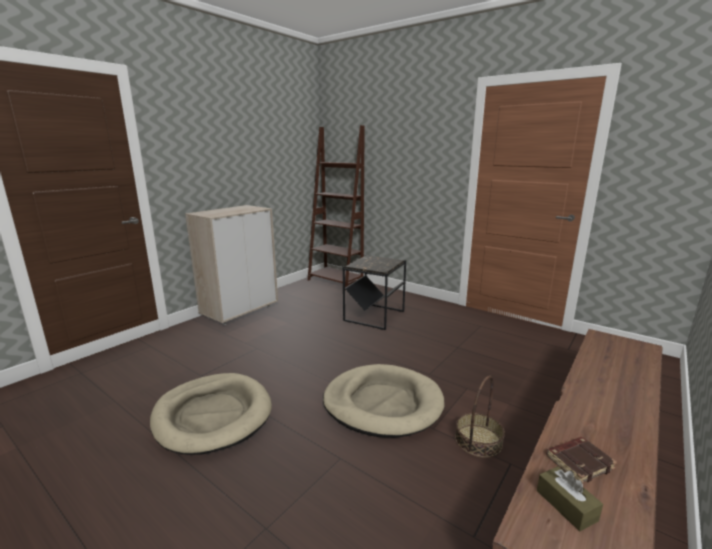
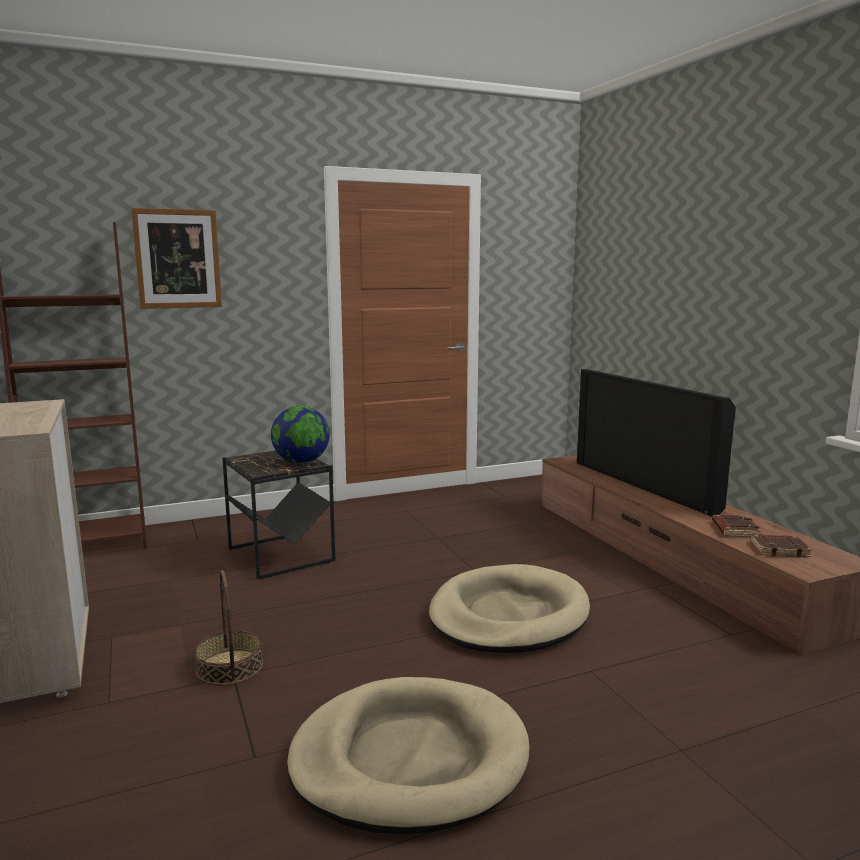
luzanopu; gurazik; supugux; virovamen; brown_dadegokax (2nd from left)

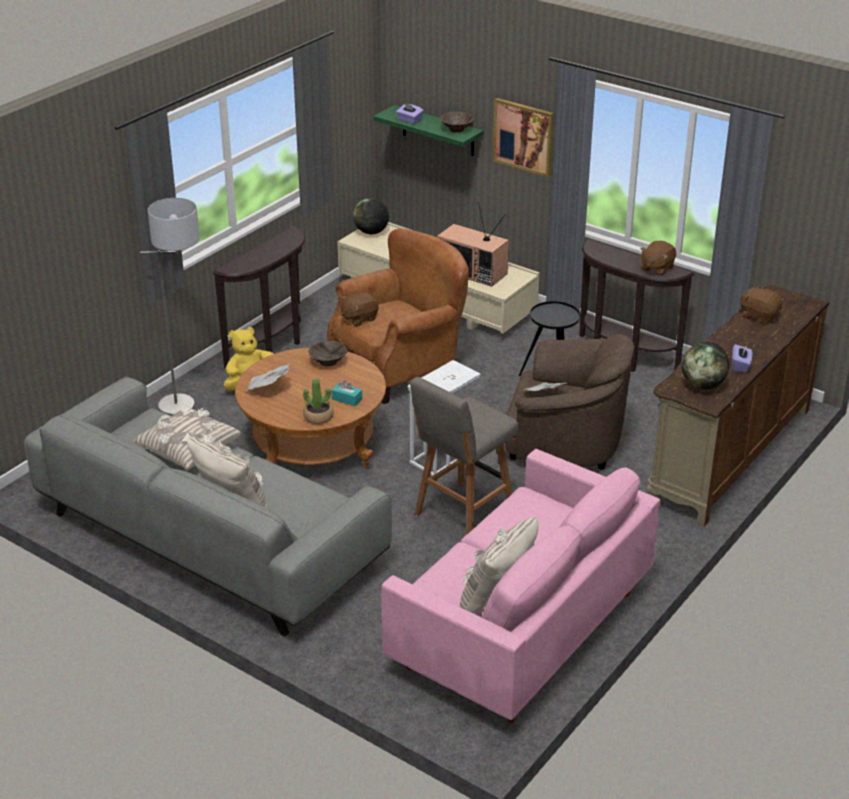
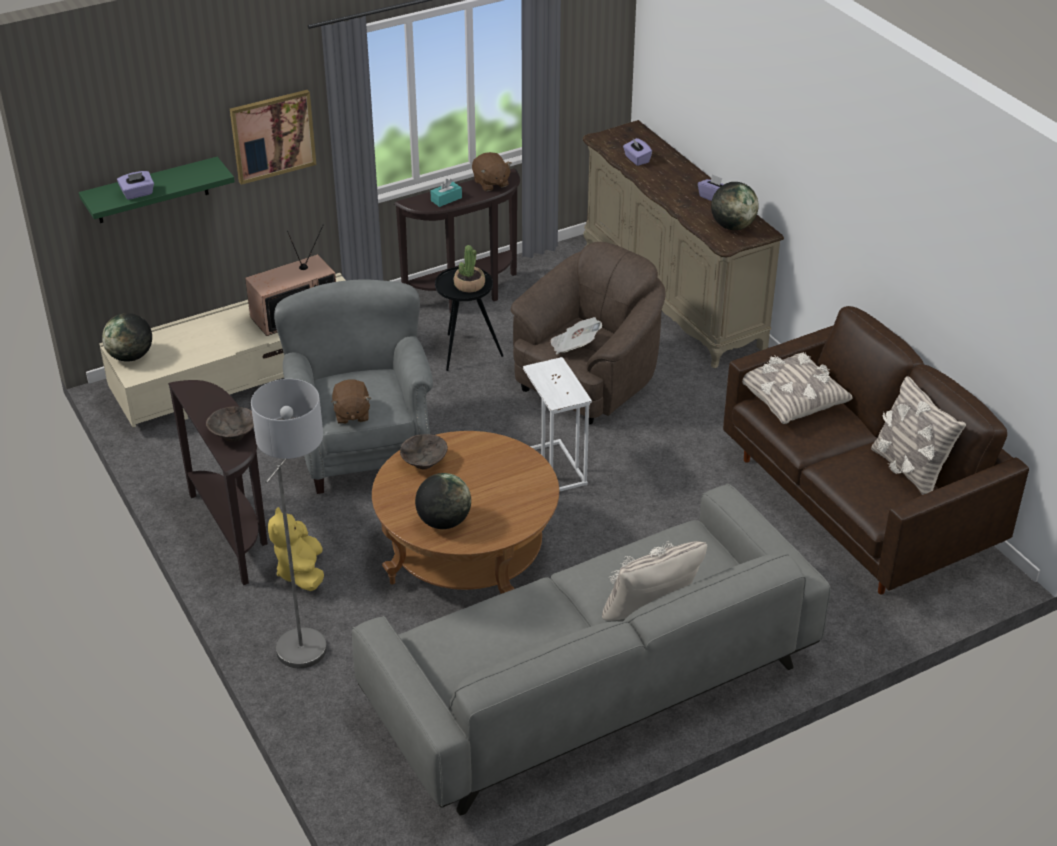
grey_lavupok; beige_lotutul (2nd from left); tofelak; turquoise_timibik; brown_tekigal (1st from left); gurazik (2nd from left); purple_timibik (2nd from left); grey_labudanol; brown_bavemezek

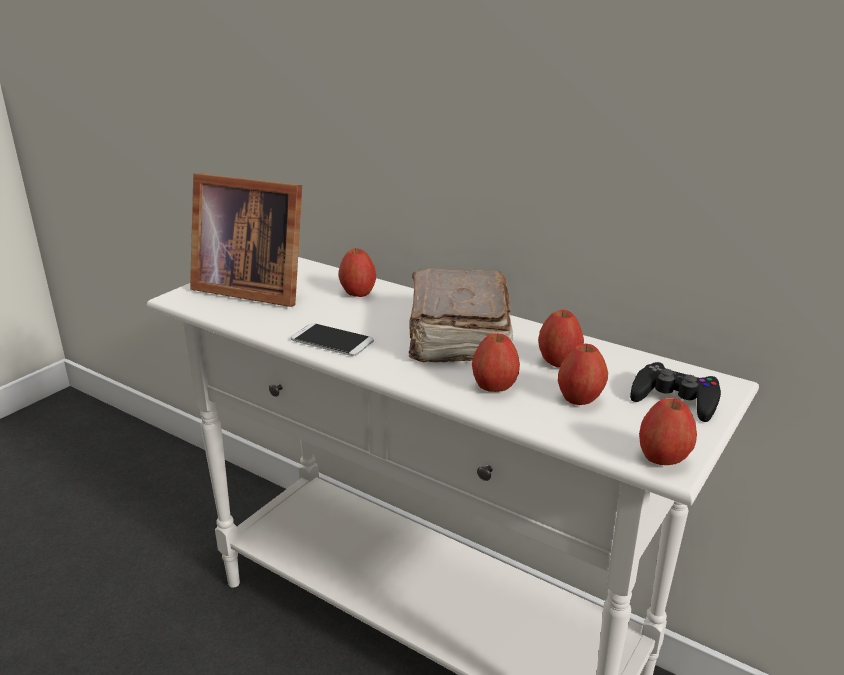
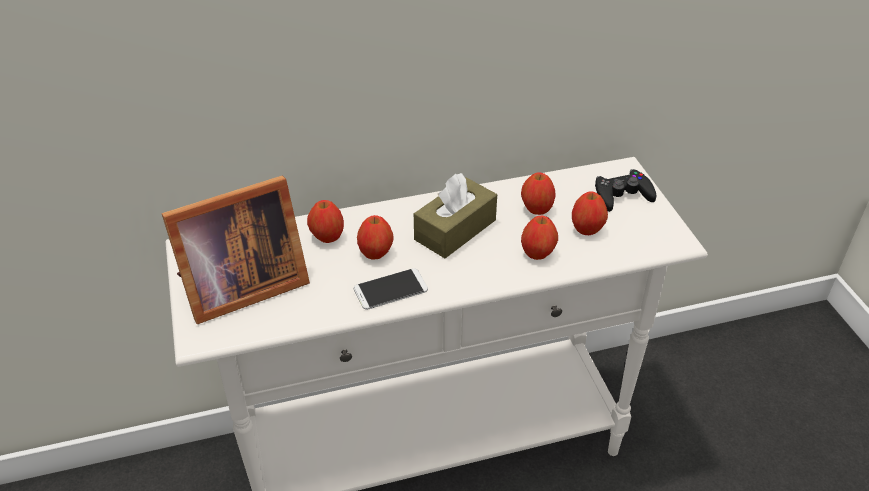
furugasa (2nd from left); brown_timibik

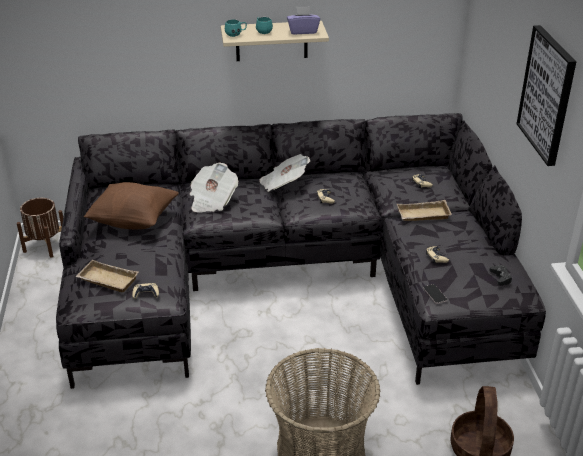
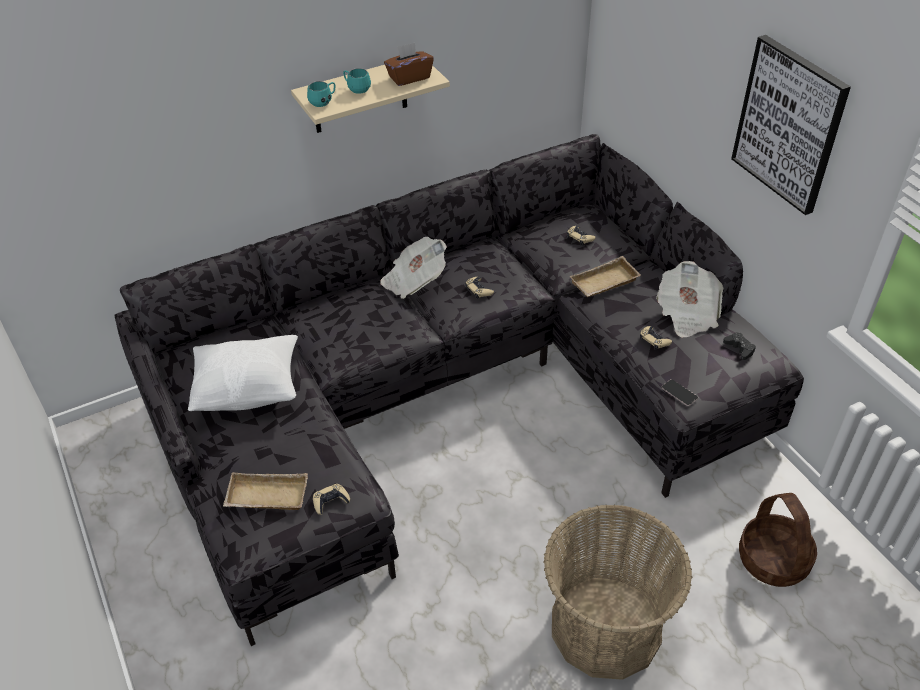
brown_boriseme; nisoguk (2nd from left); white_lotutul; brown_timibik

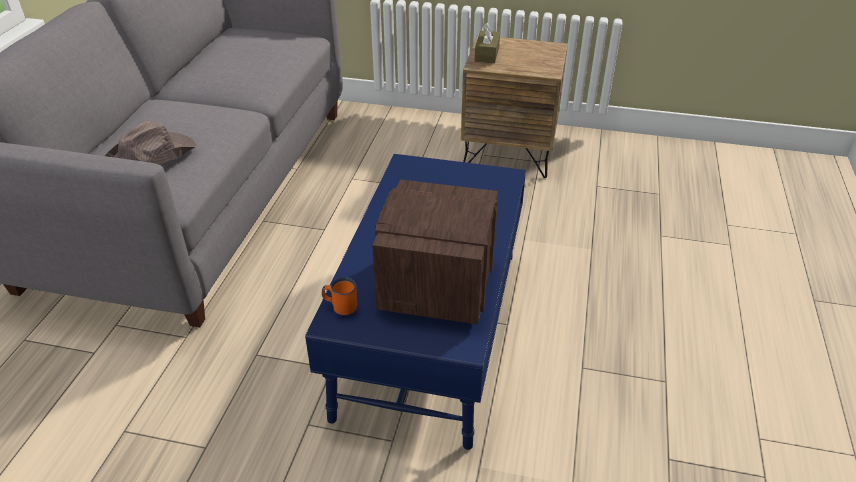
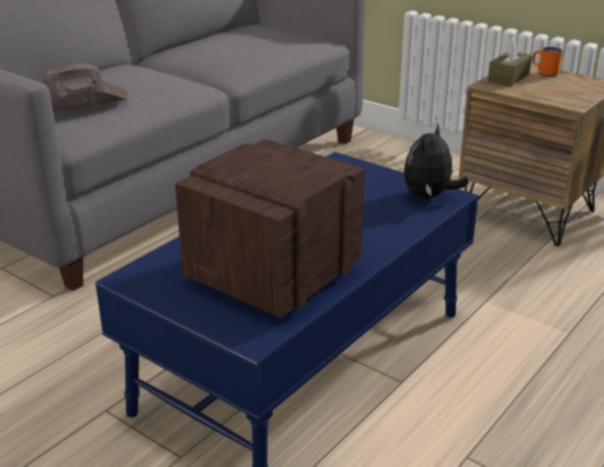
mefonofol; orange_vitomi

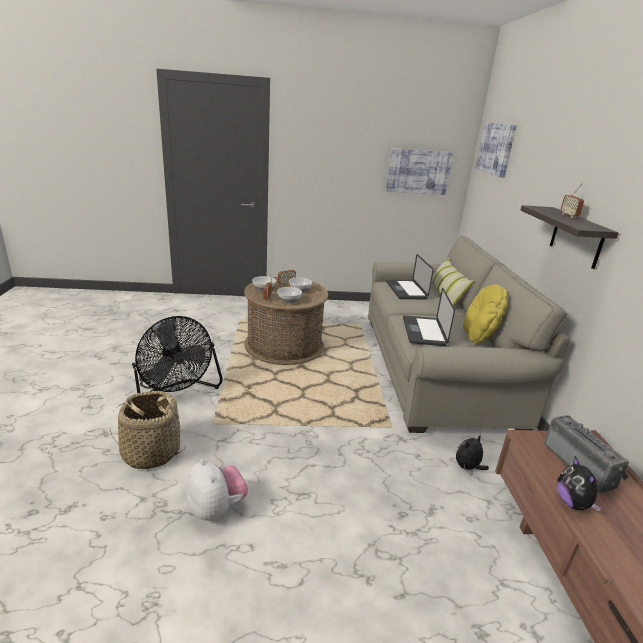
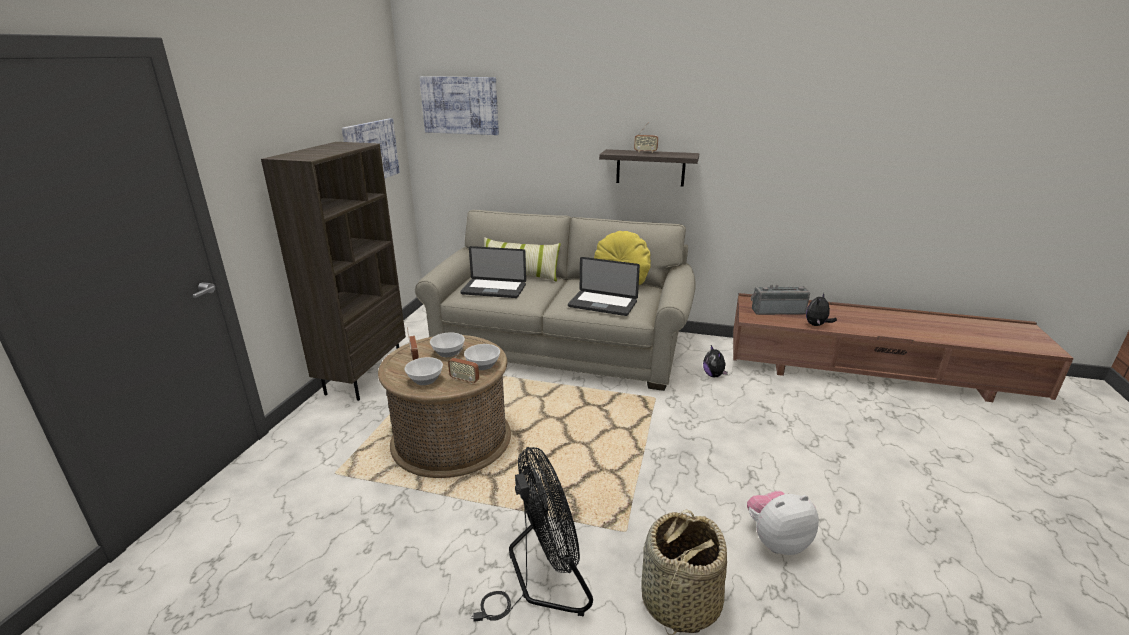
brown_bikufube; mefonofol (3rd from left)

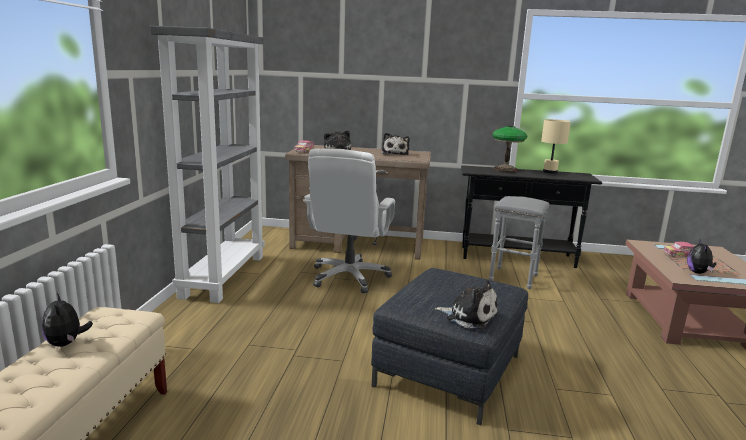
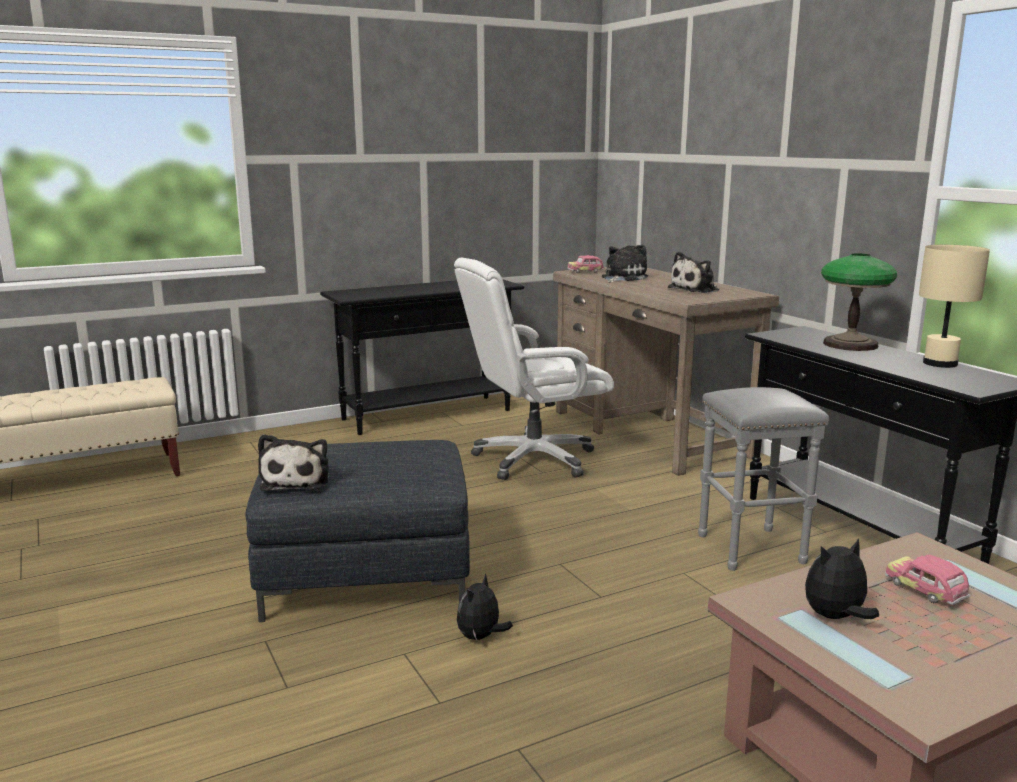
mefonofol (2nd from left); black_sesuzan (1st from left)

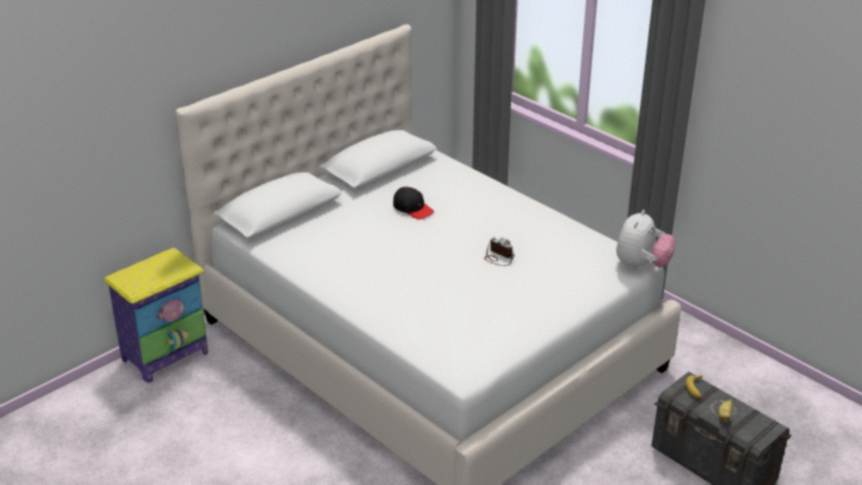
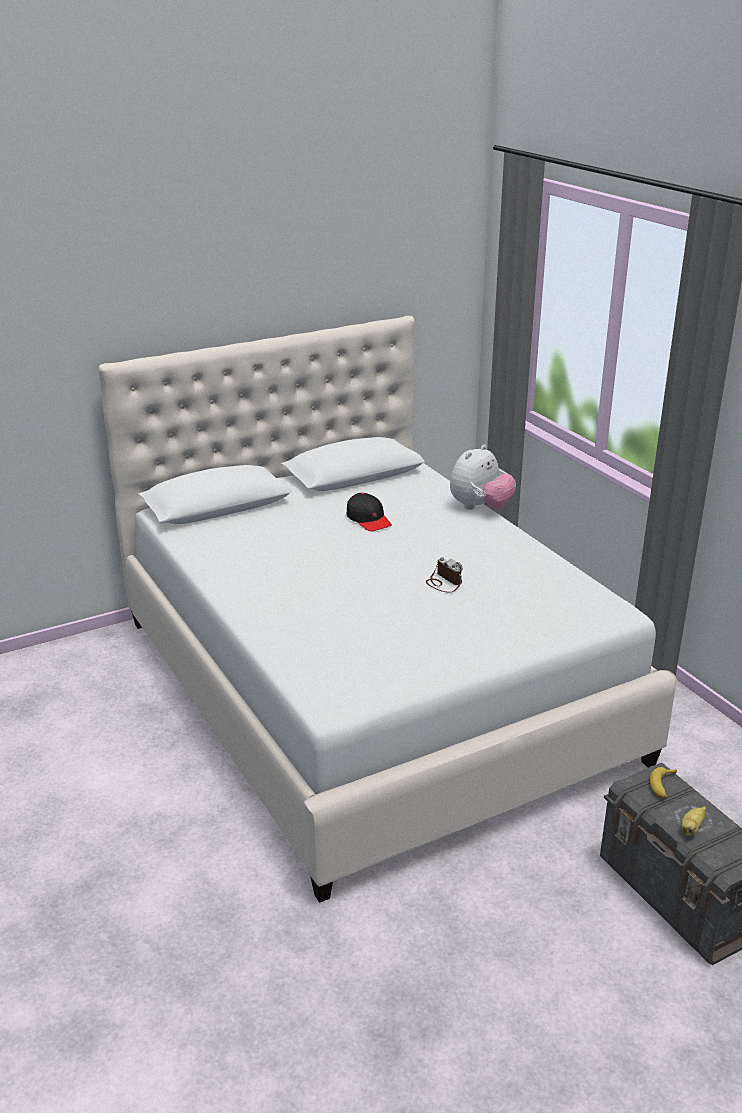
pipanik; mefonofol

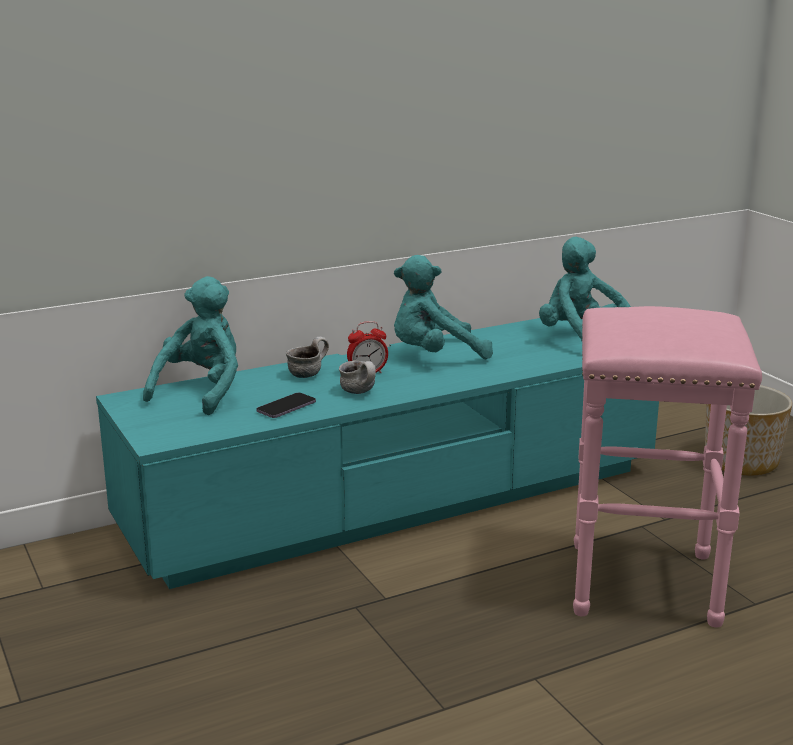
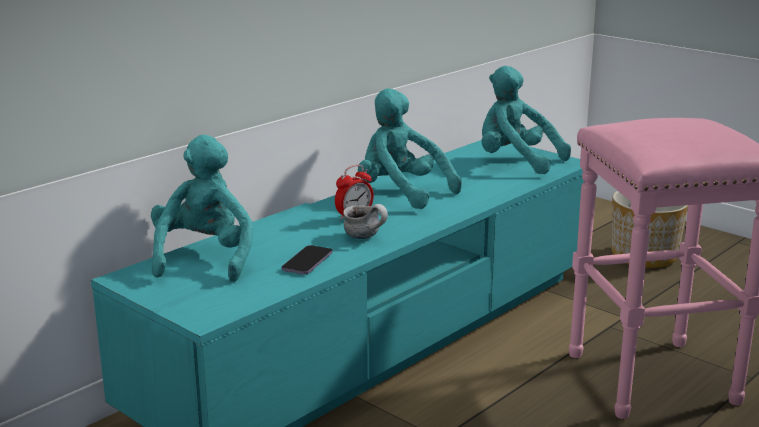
vitomi (1st from left in the first image); turquoise_mefonofol (2nd from left)

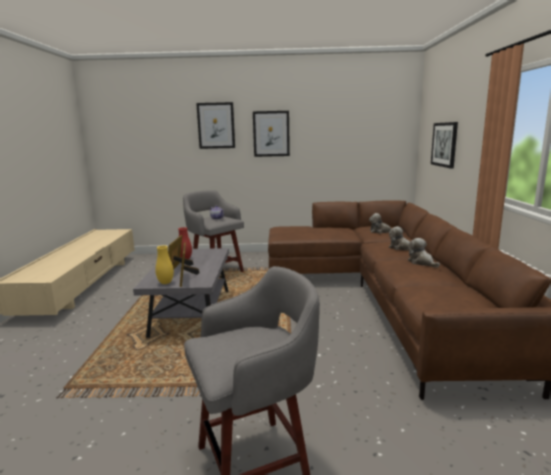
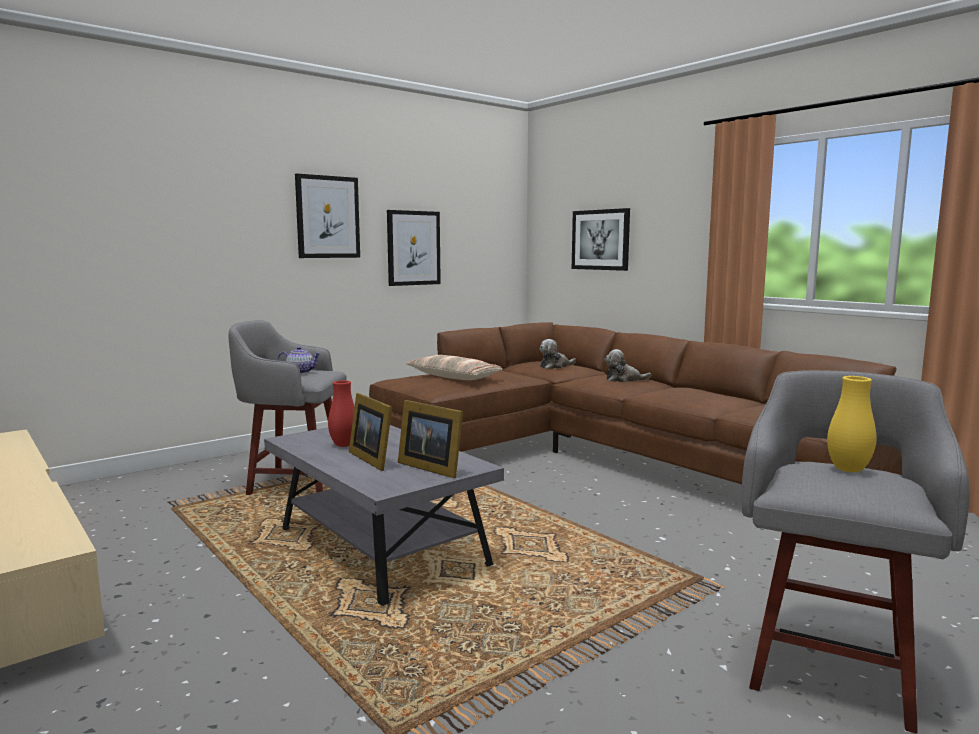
mefonofol (3rd from left in the first image); lotutul; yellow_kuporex; luzanopu (2nd from left)

